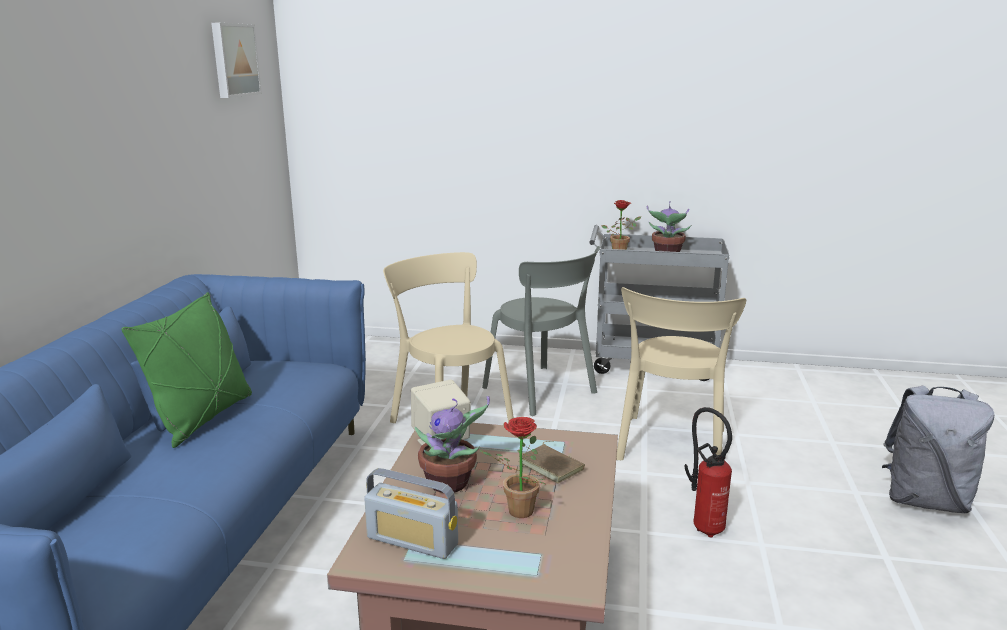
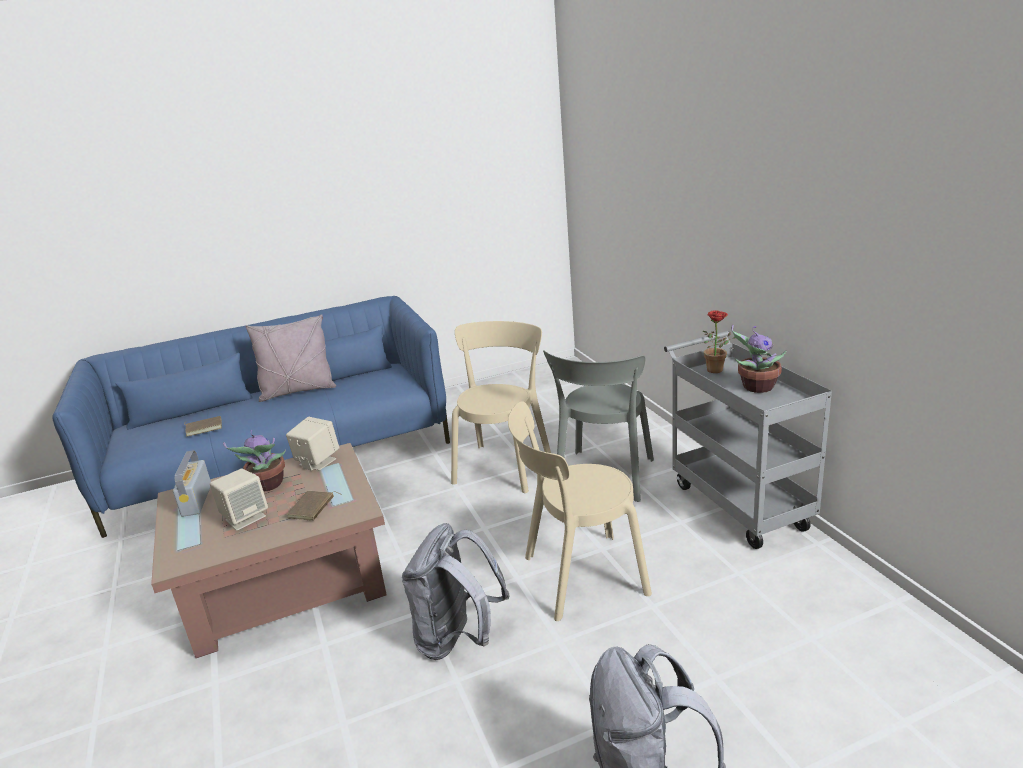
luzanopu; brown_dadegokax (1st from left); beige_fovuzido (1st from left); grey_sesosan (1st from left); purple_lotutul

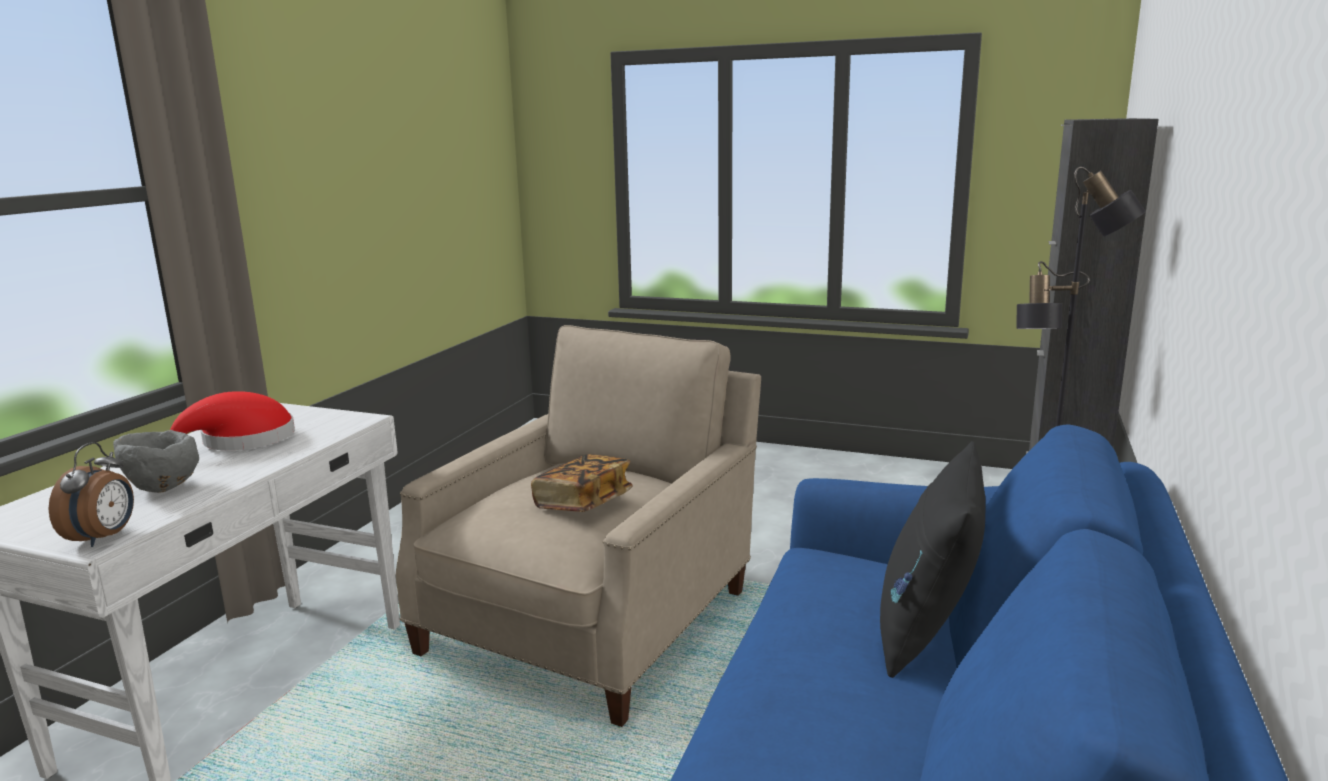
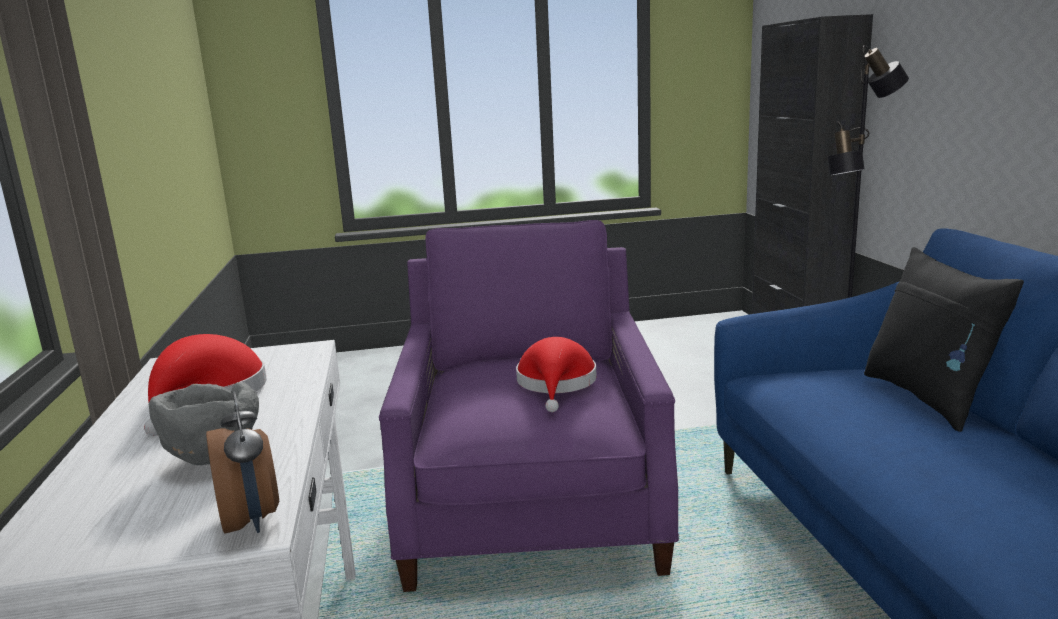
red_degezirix (2nd from left); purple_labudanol

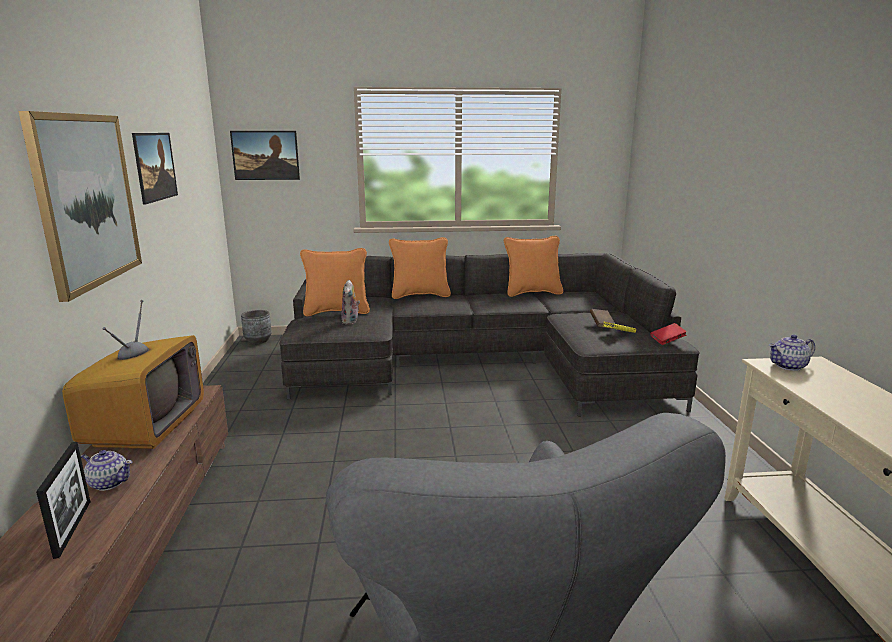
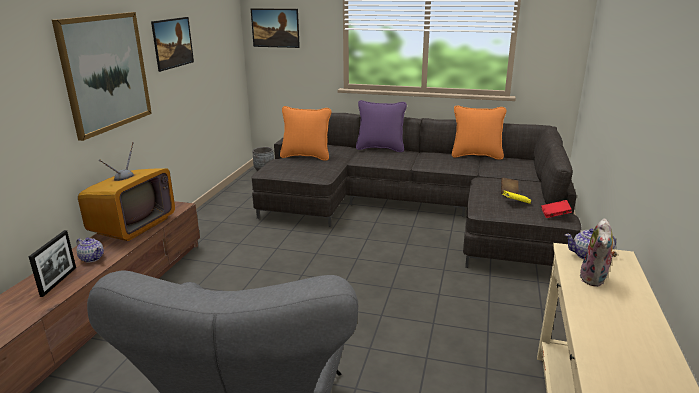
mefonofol; purple_lotutul

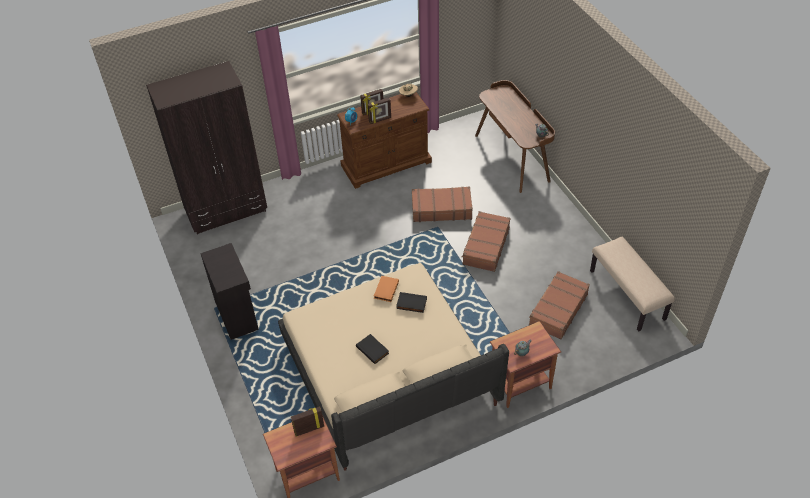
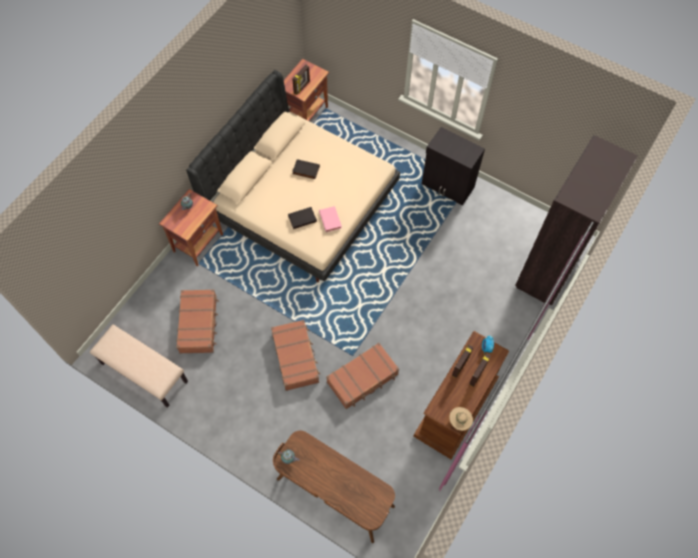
pink_dadegokax

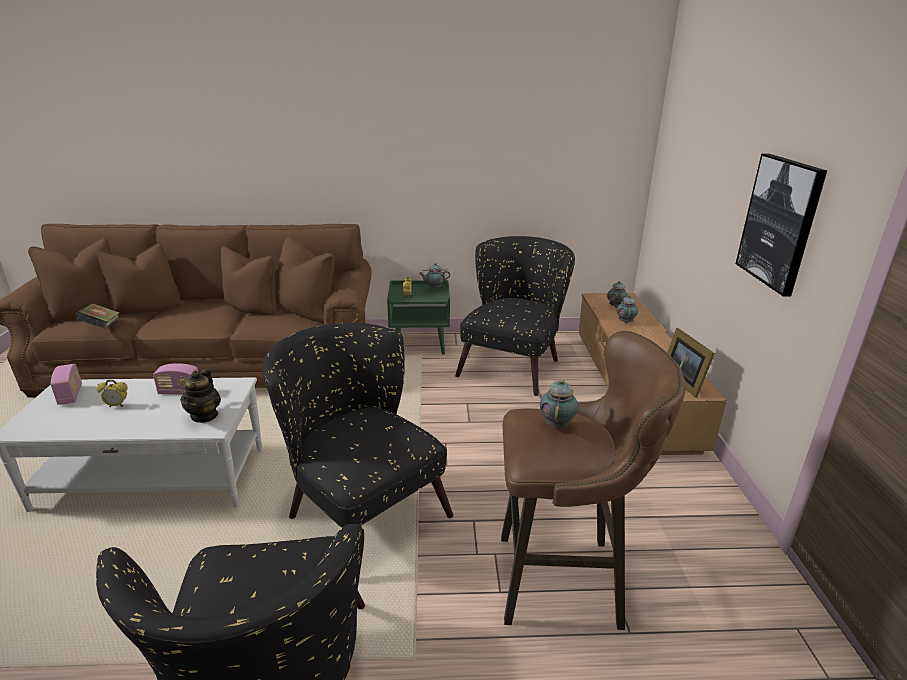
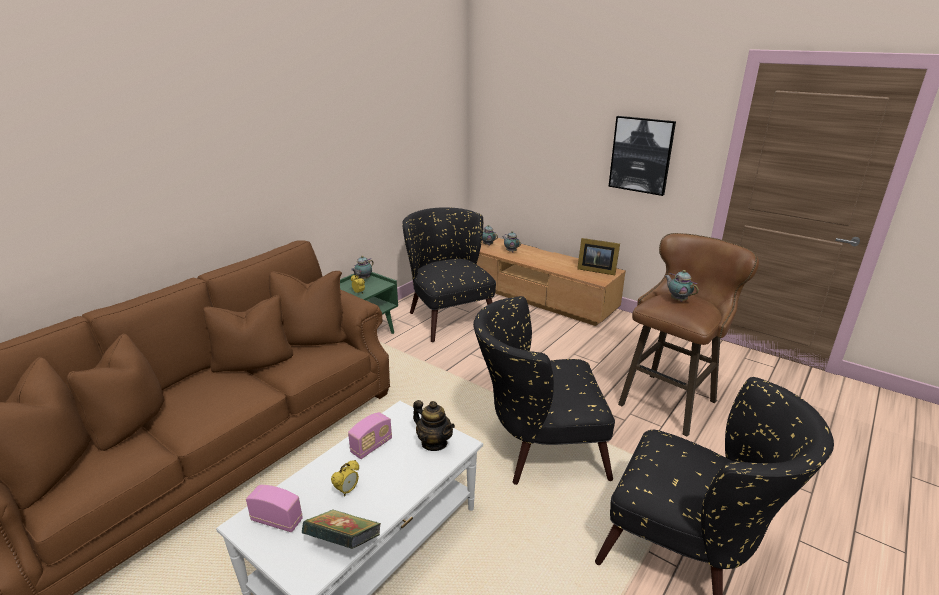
dadegokax

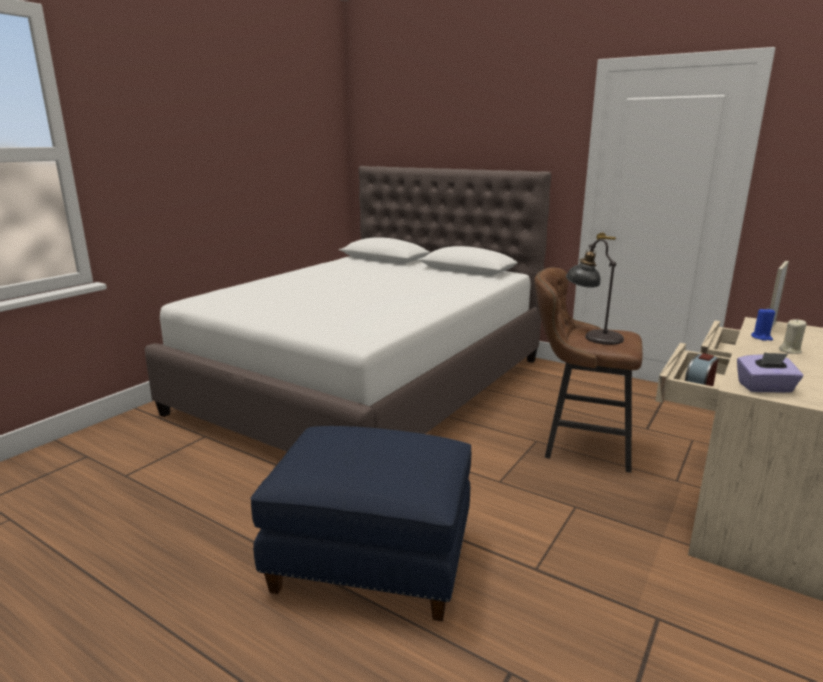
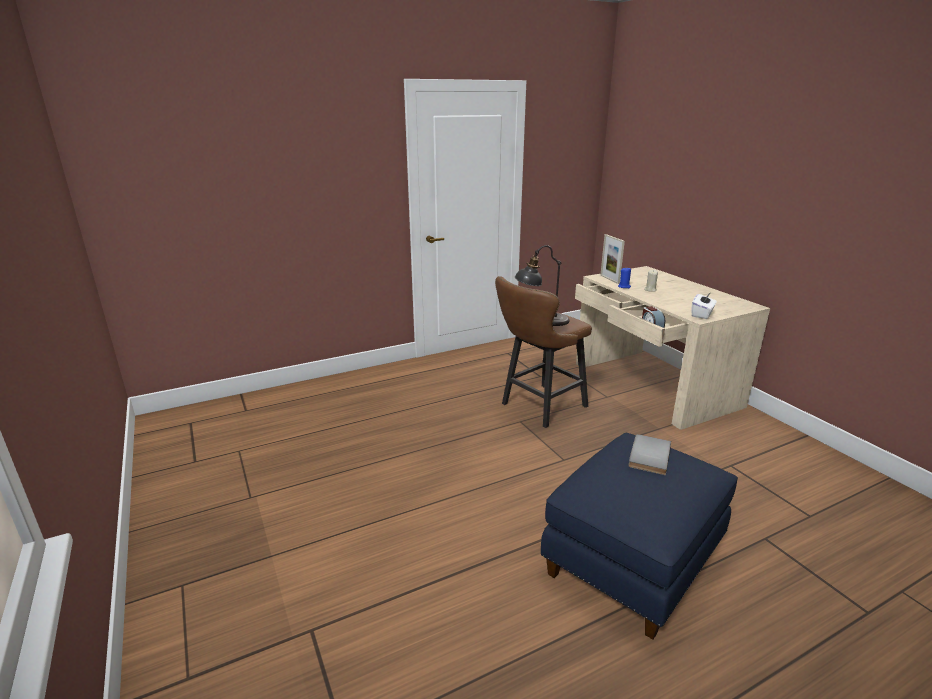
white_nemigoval; grey_dadegokax; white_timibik

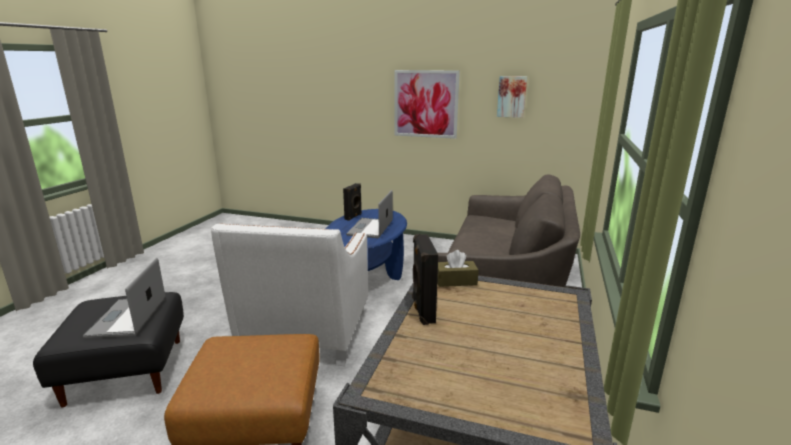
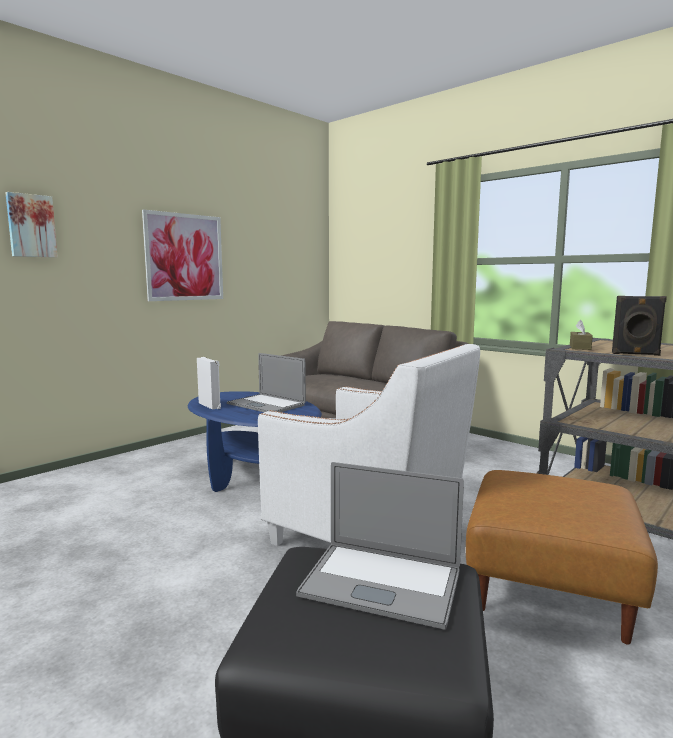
luzanopu (1st from left); white_fovuzido

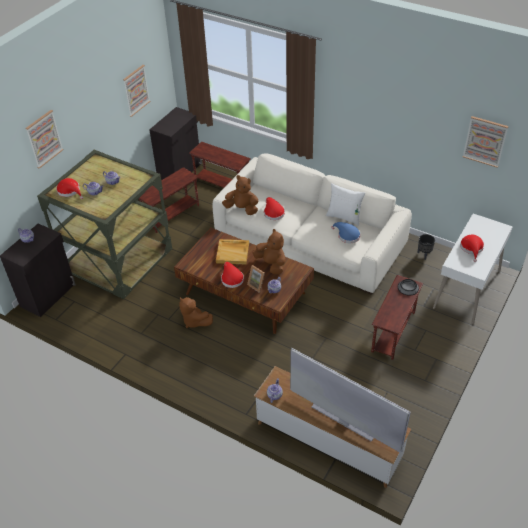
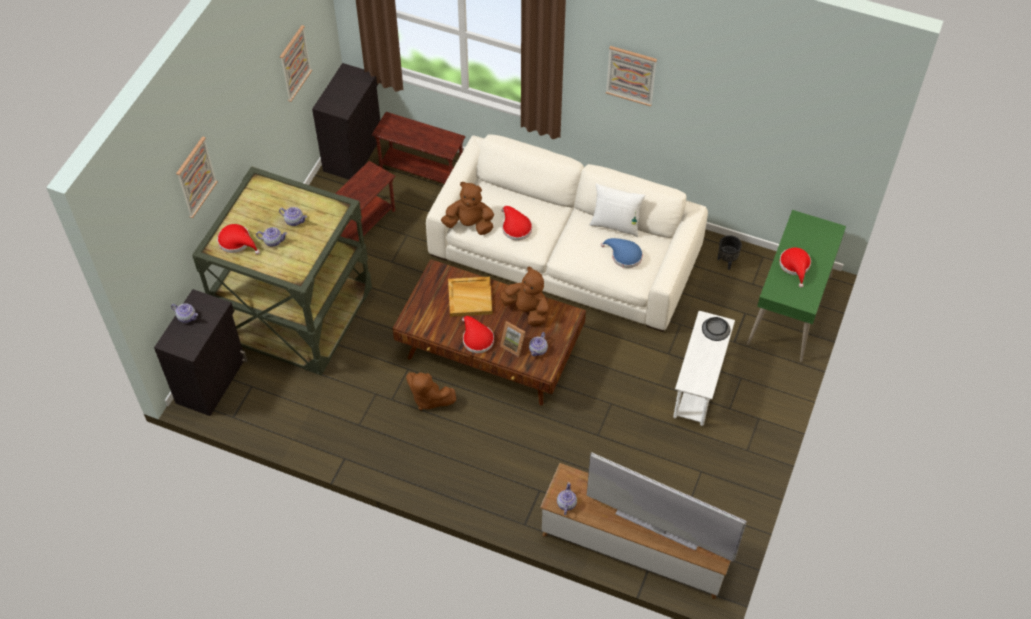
luzanopu (3rd from left); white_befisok; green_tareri

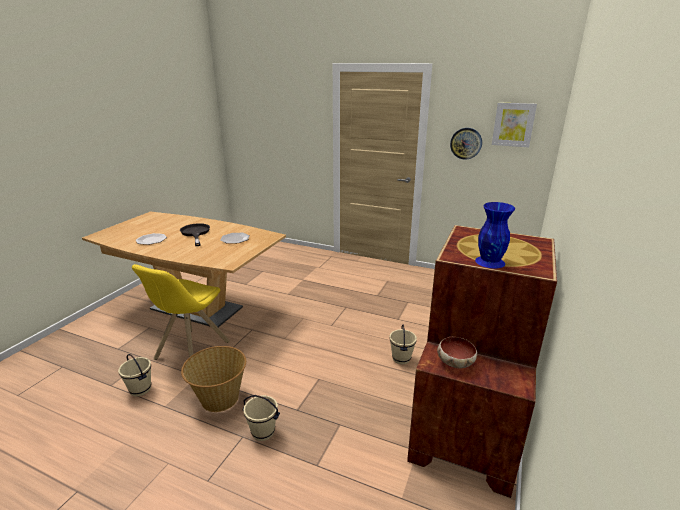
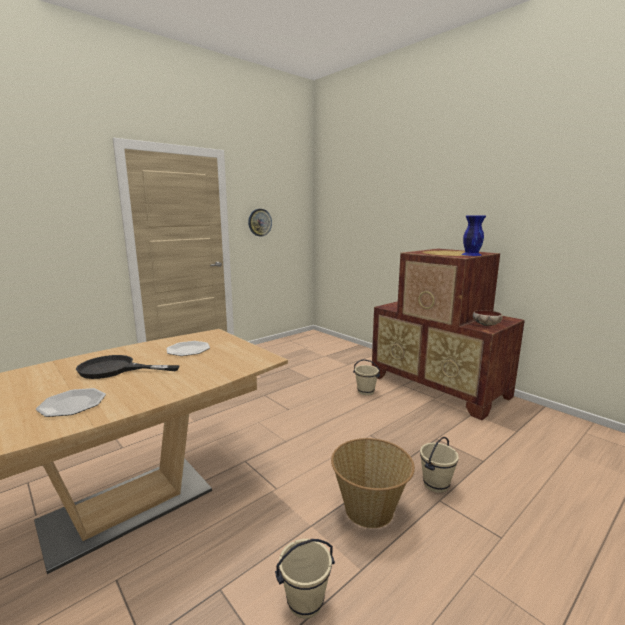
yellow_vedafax; luzanopu

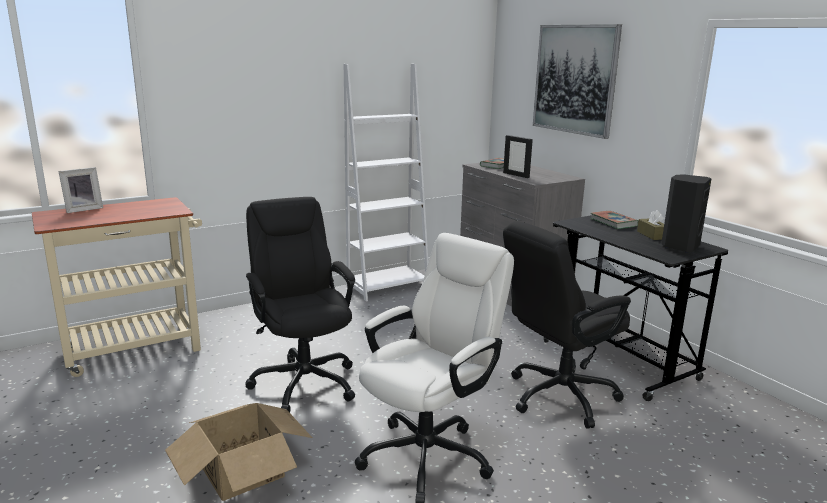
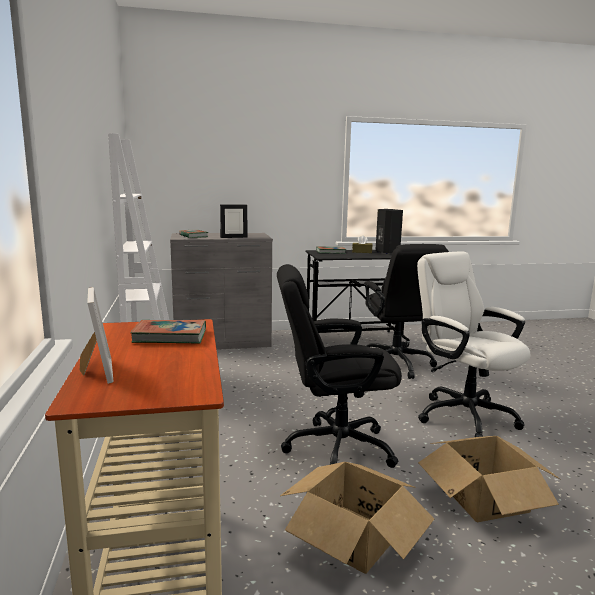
luzanopu; dadegokax (1st from left); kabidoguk (1st from left)

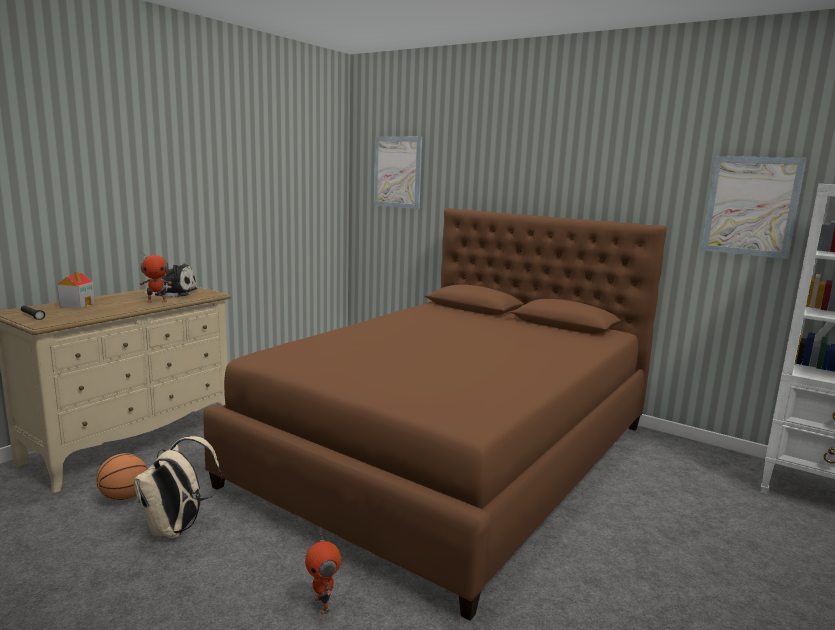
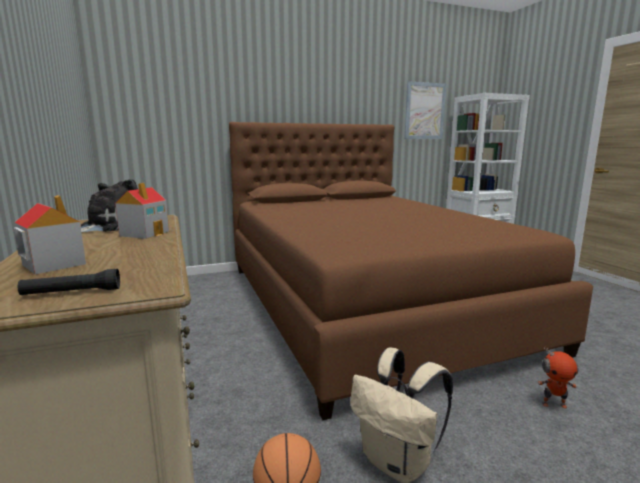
luzanopu (1st from left in the first image); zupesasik (2nd from left)

